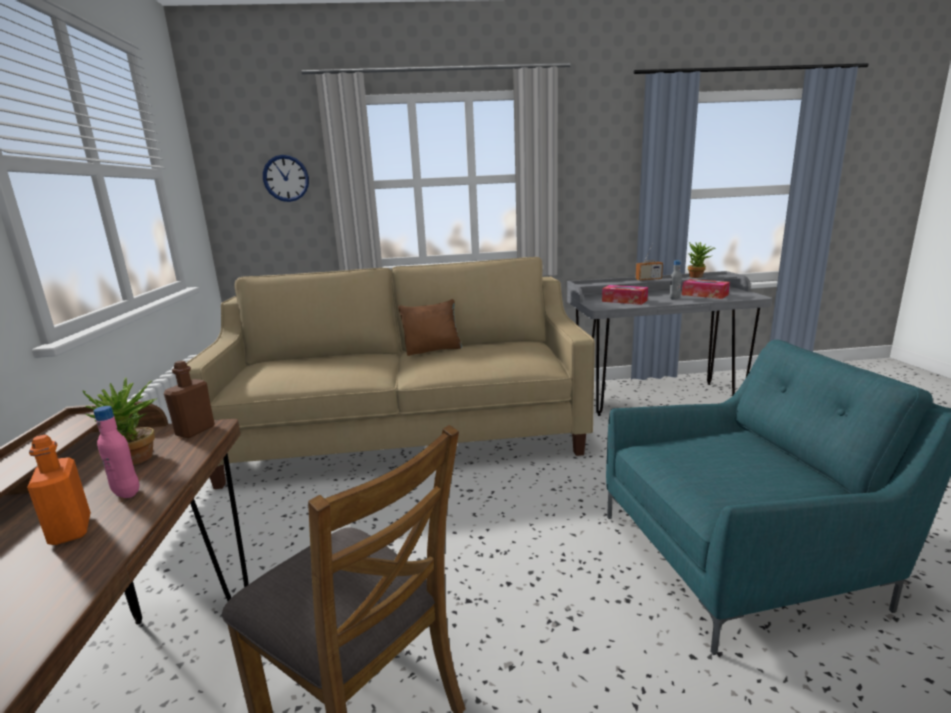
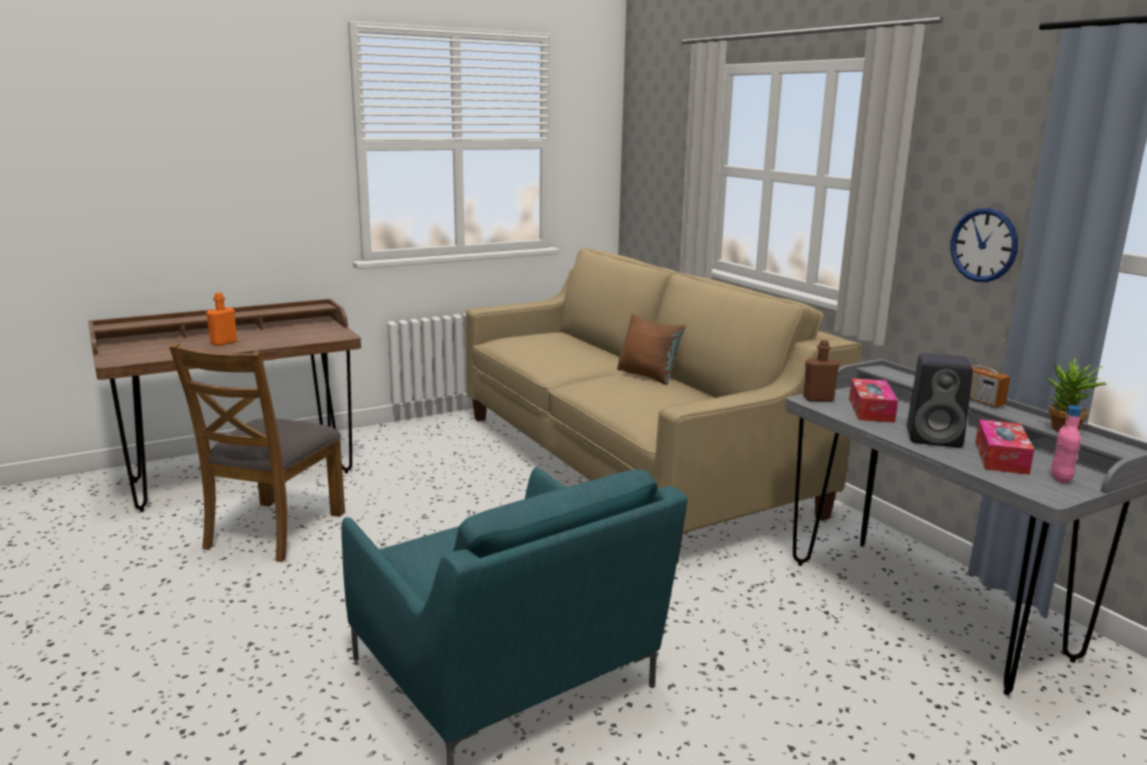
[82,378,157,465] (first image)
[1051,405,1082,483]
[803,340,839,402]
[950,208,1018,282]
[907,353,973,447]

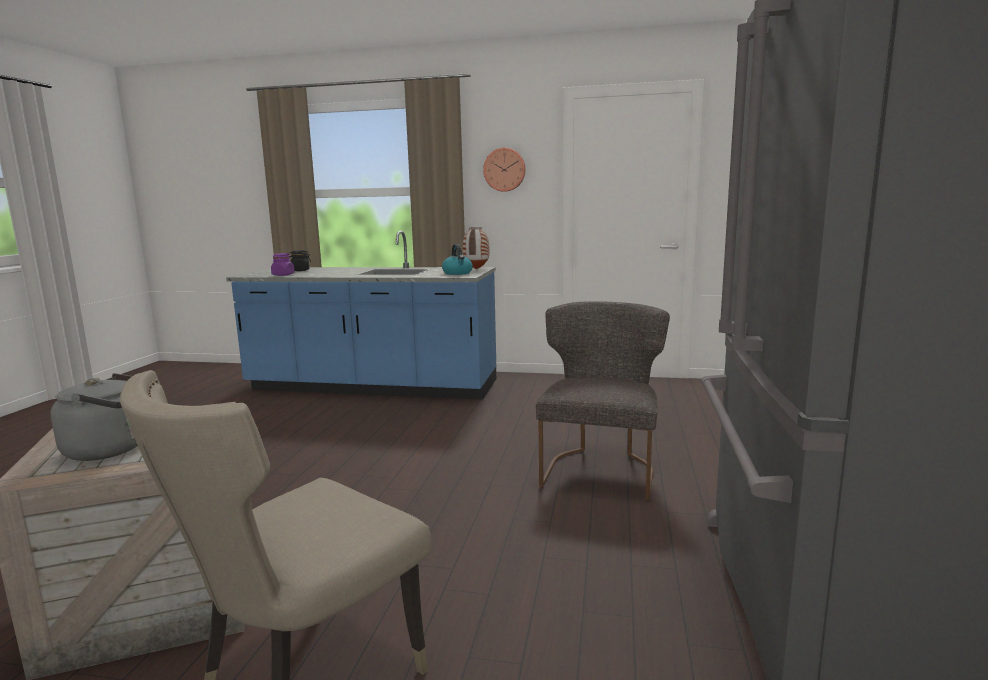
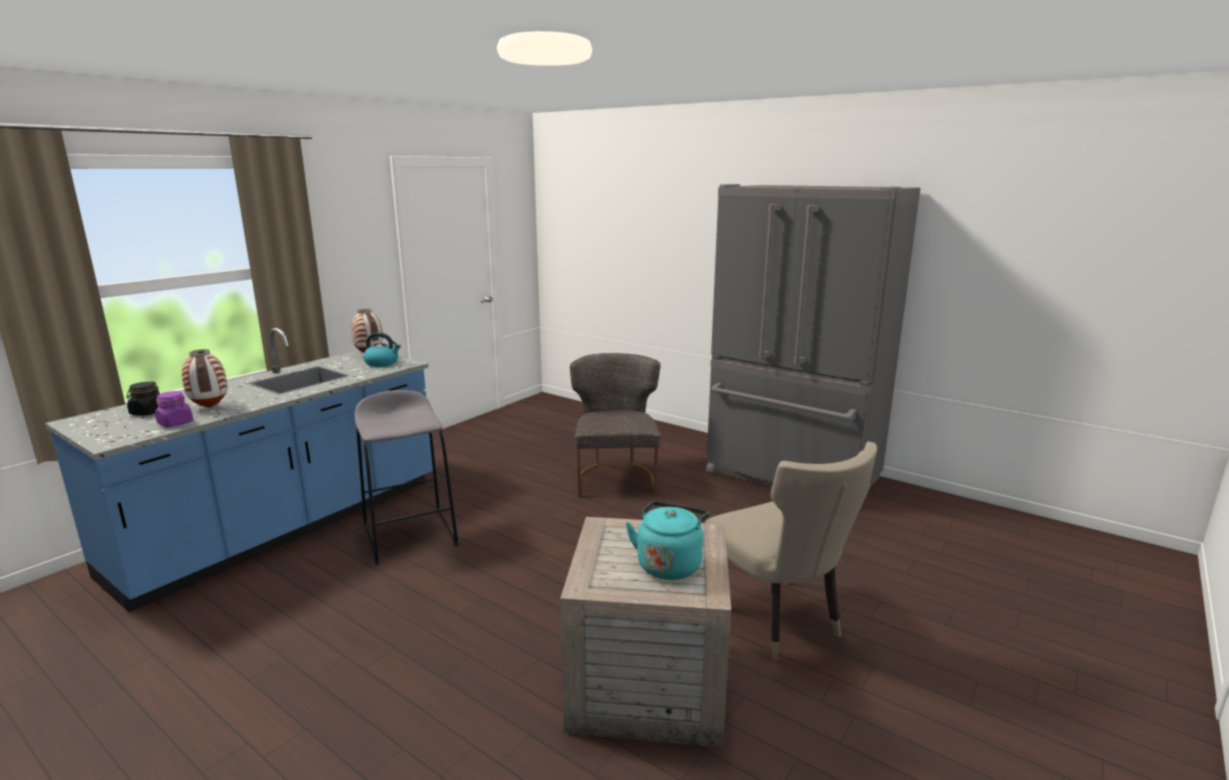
[625,501,709,580]
[483,148,526,192] (first image)
[570,353,661,497]
[182,349,228,408]
[355,390,458,565]

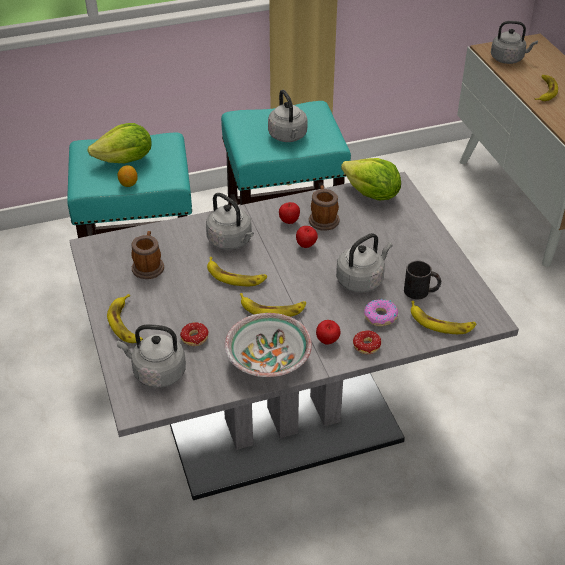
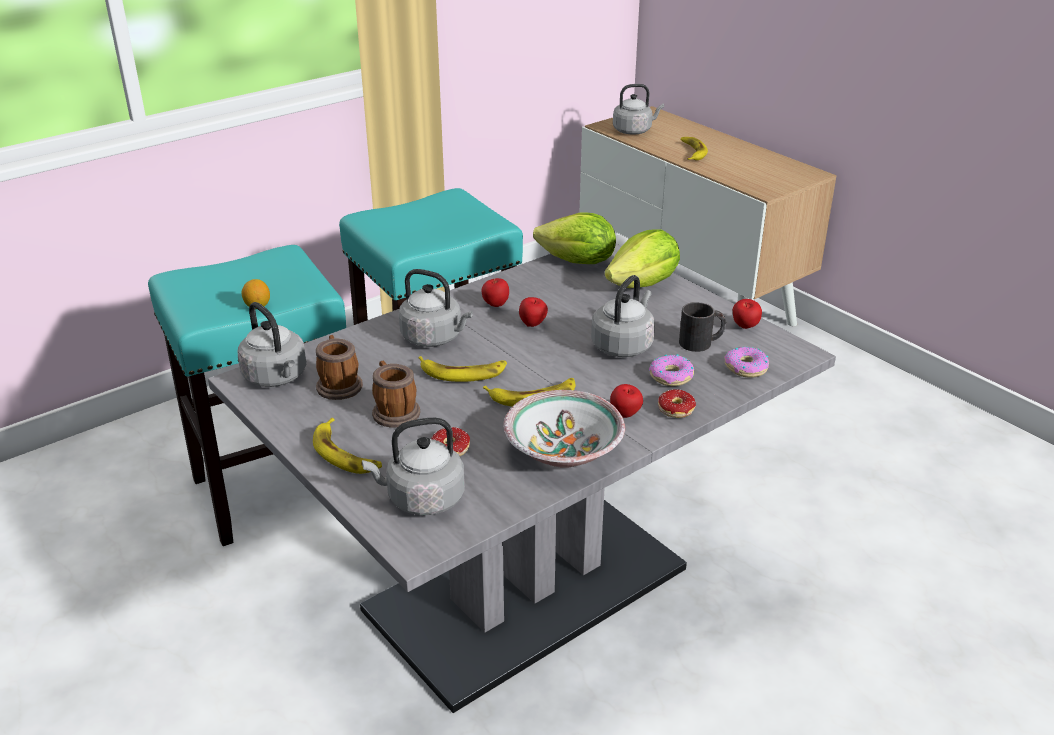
[605,229,680,288]
[238,302,306,387]
[372,361,420,428]
[724,347,769,378]
[733,299,762,329]

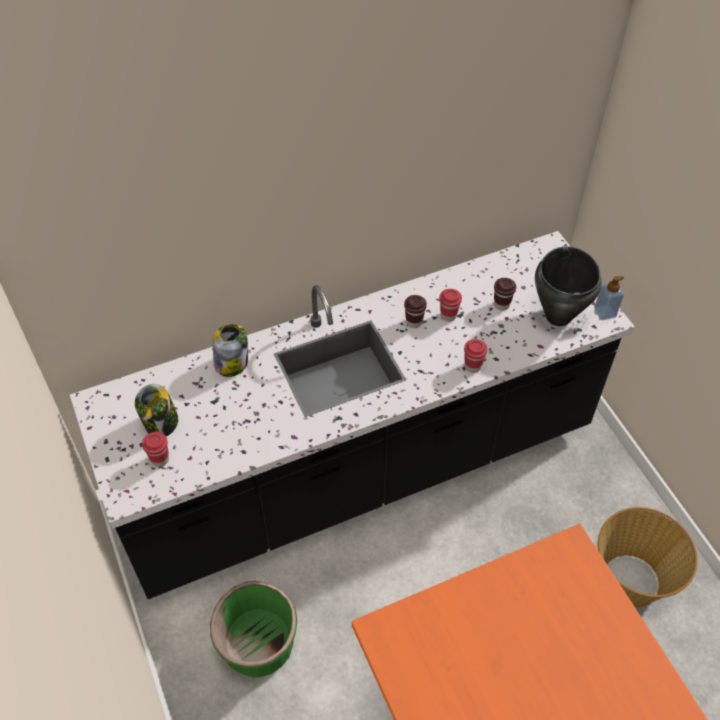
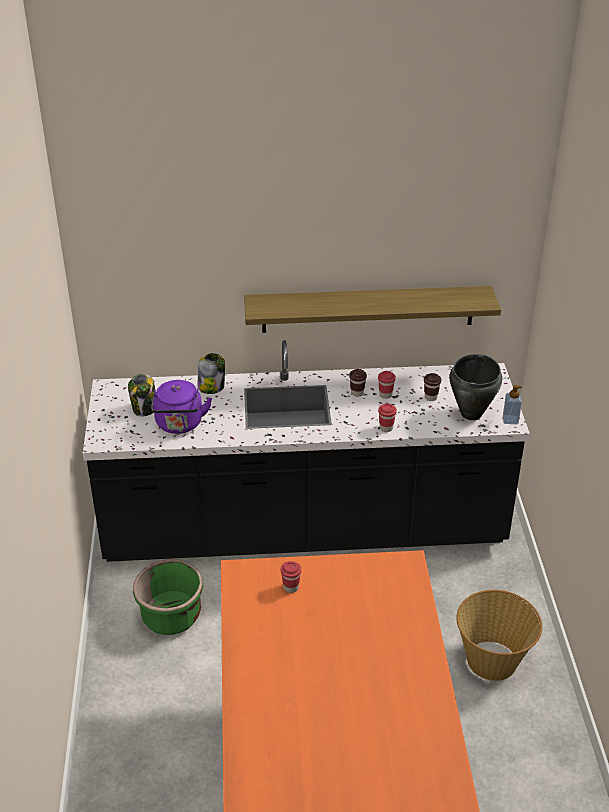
[281,561,301,593]
[151,380,212,434]
[244,286,501,333]

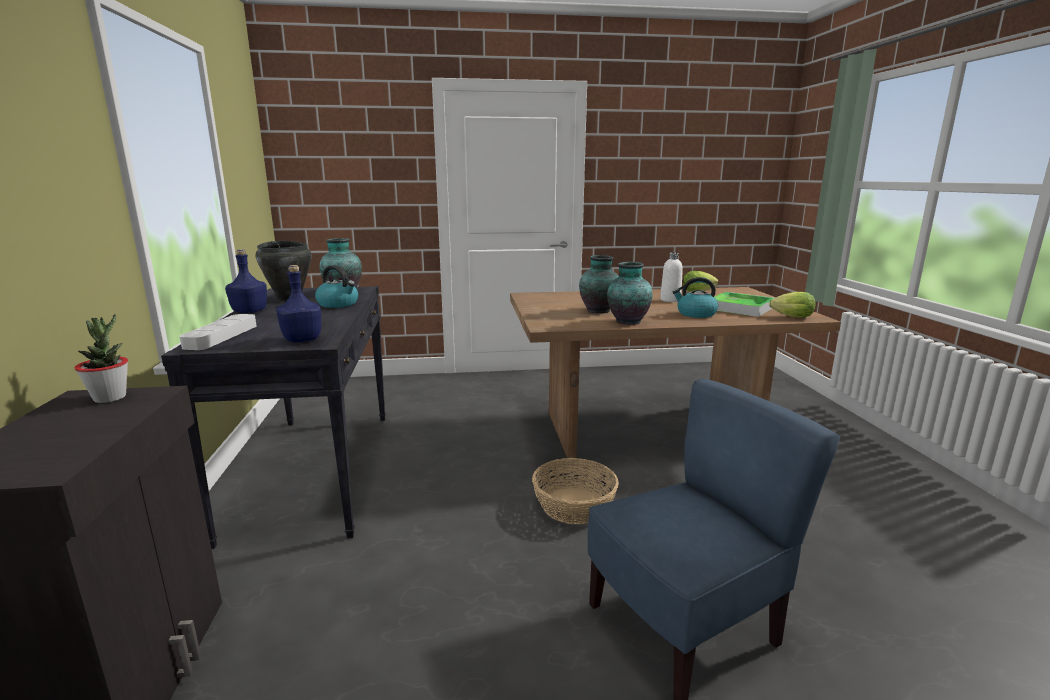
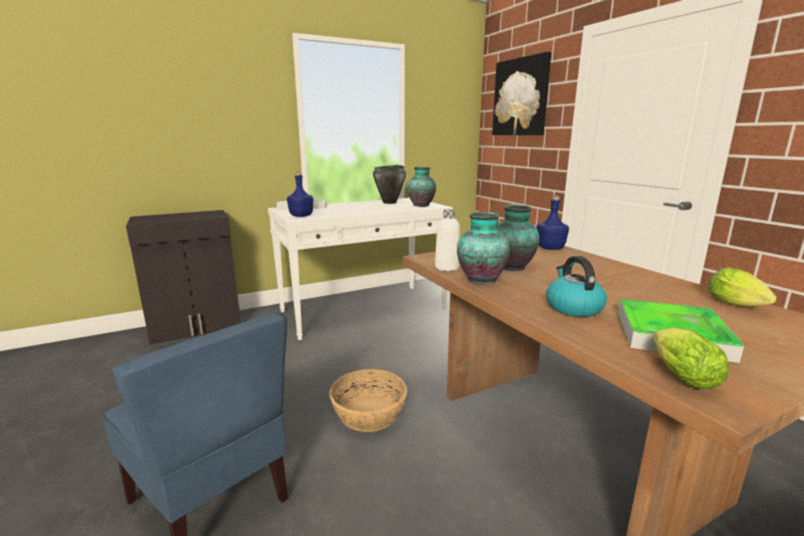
[75,314,128,403] (first image)
[268,198,453,340]
[537,195,569,250]
[315,265,358,308] (first image)
[435,209,460,271]
[492,52,551,135]

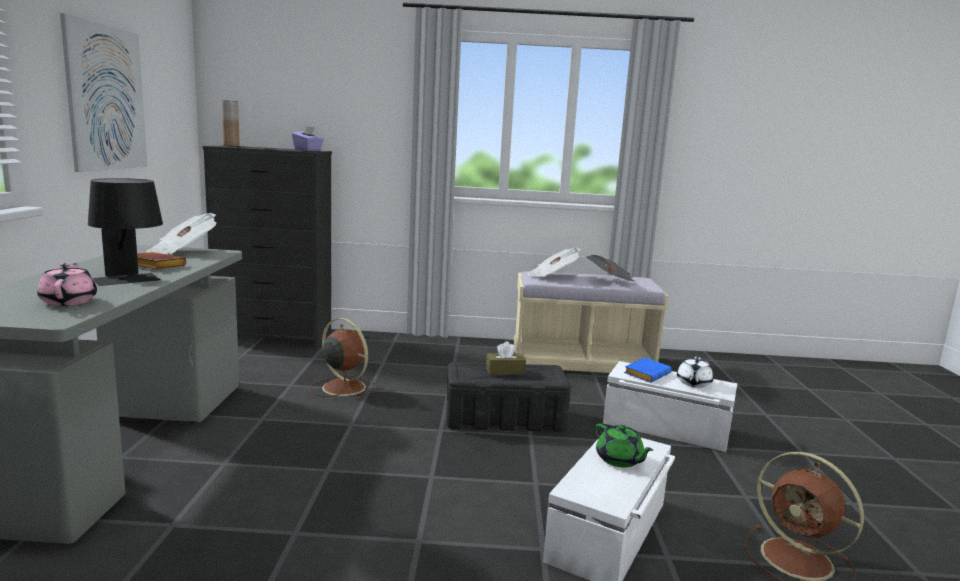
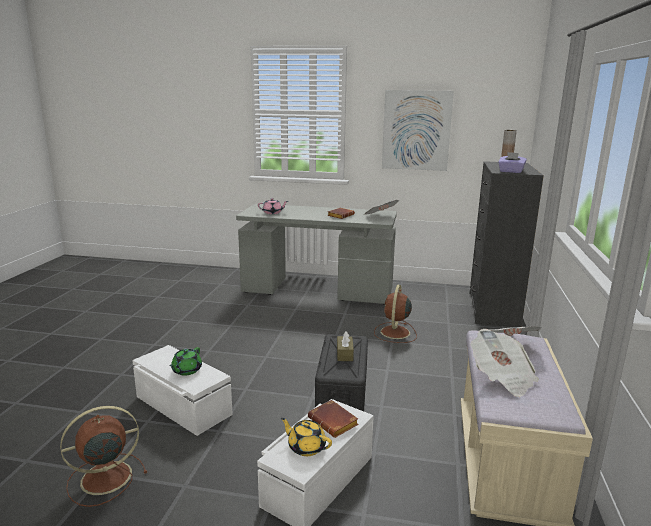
[88,178,163,286] (first image)
[374,284,417,343]
[170,347,202,376]
[308,400,358,438]
[281,418,332,456]

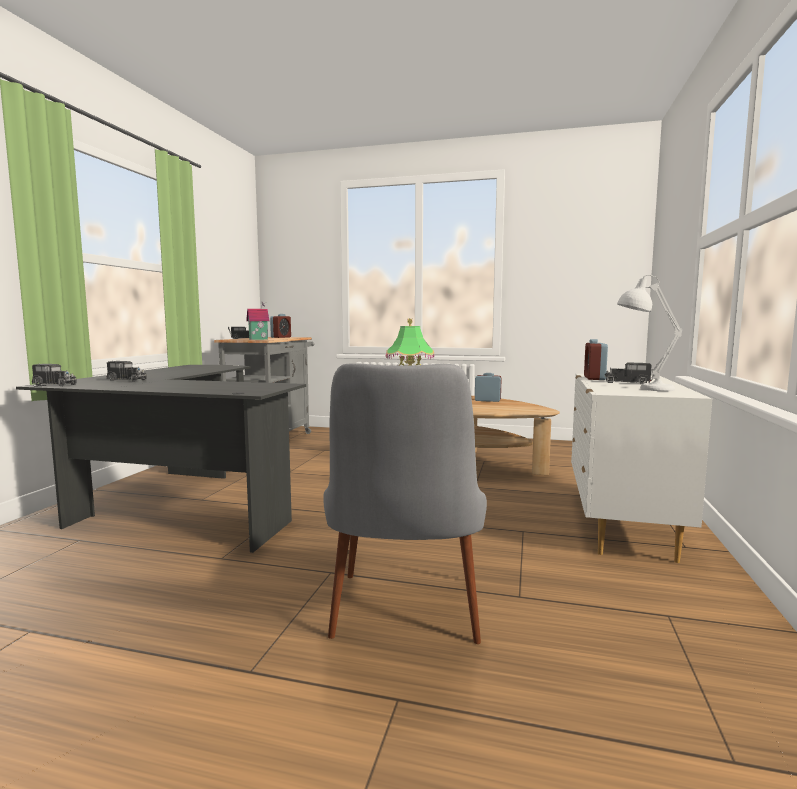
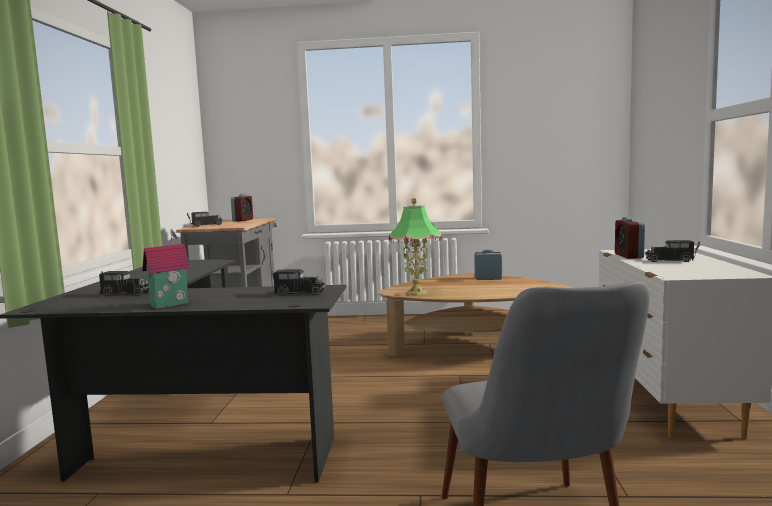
[271,269,325,296]
[142,228,190,309]
[617,275,682,391] (first image)

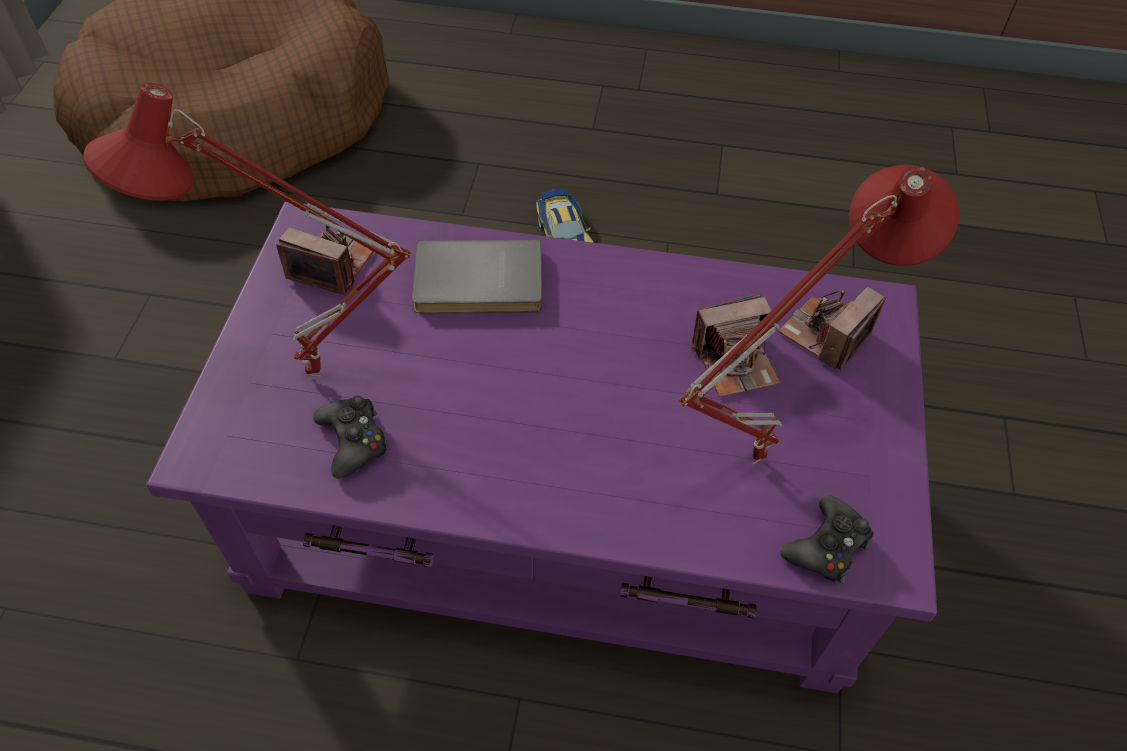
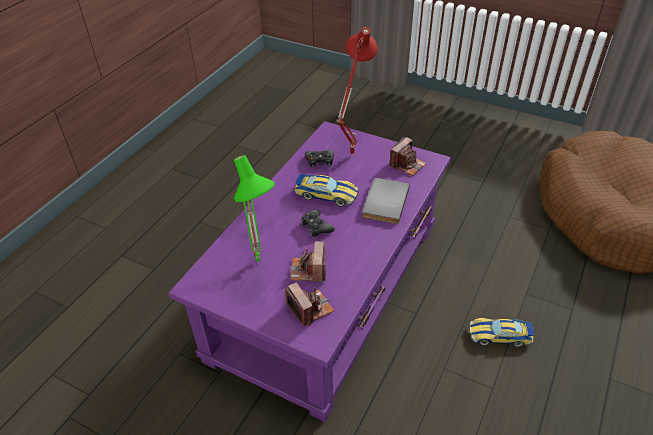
[234,155,275,265]
[301,209,335,237]
[294,174,358,207]

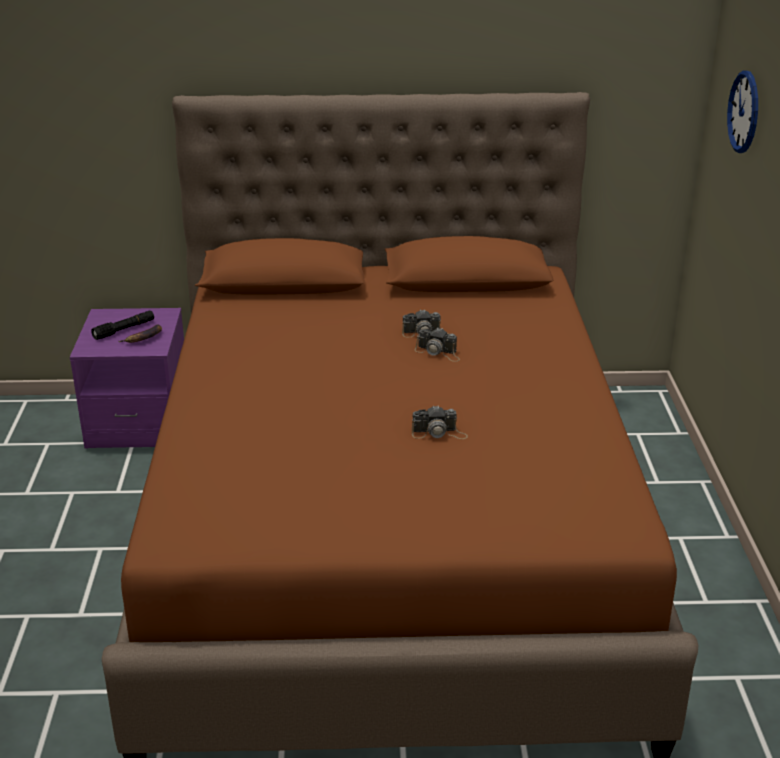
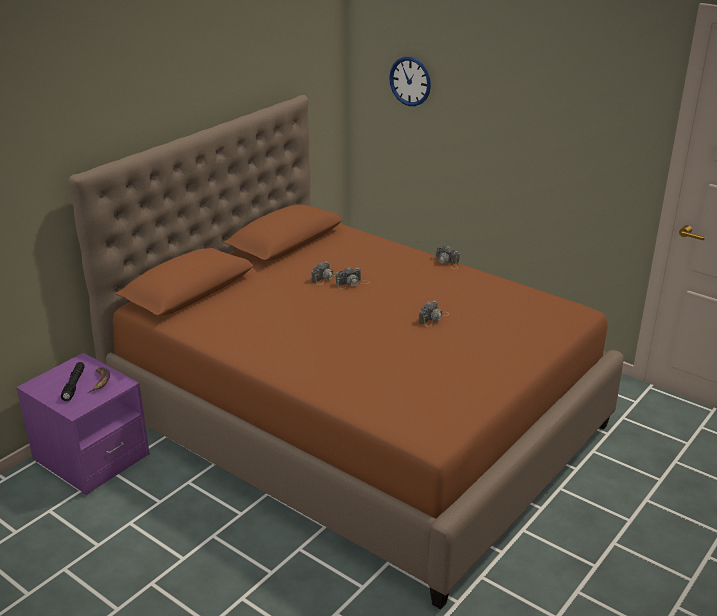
[433,246,460,269]

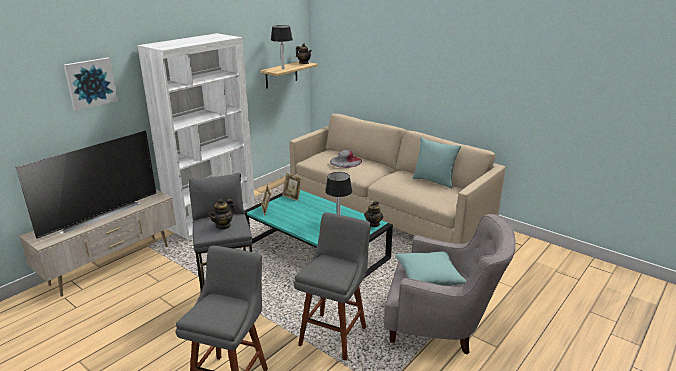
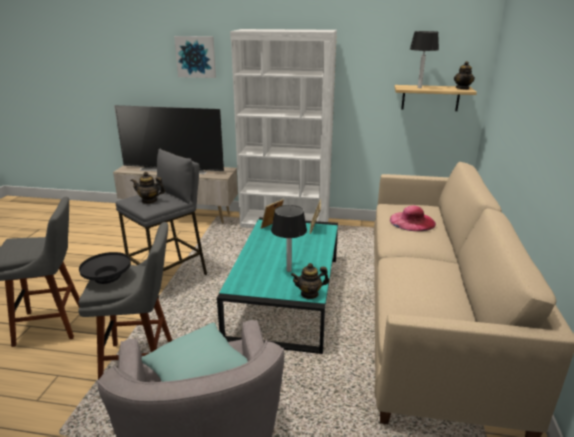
[390,205,436,231]
[412,137,462,189] (first image)
[79,252,131,284]

